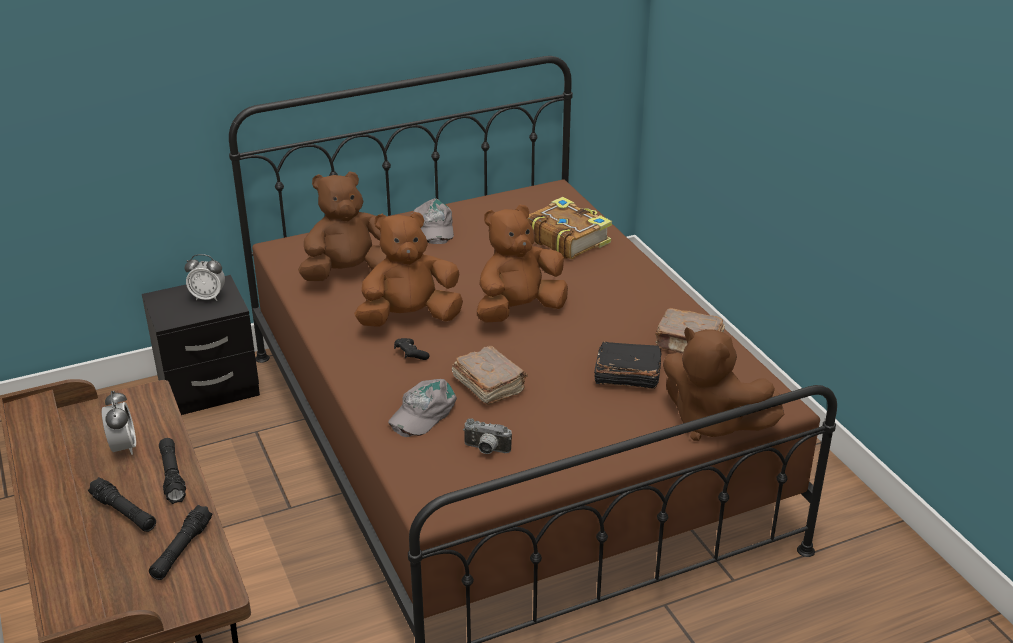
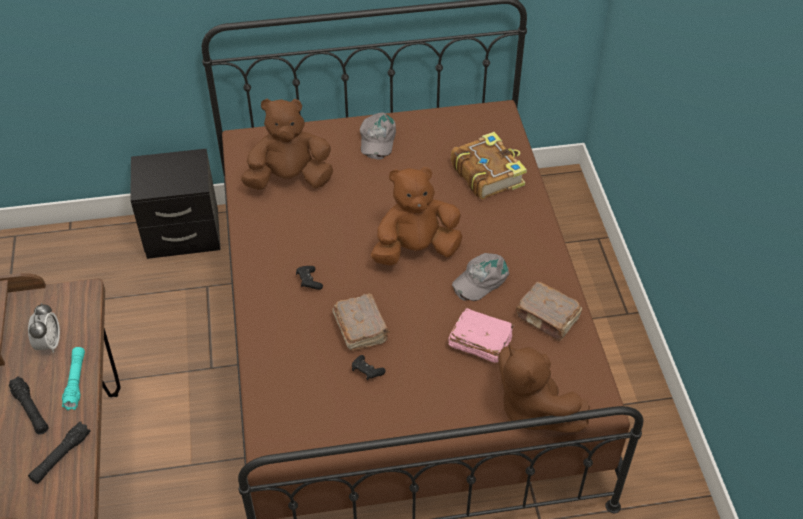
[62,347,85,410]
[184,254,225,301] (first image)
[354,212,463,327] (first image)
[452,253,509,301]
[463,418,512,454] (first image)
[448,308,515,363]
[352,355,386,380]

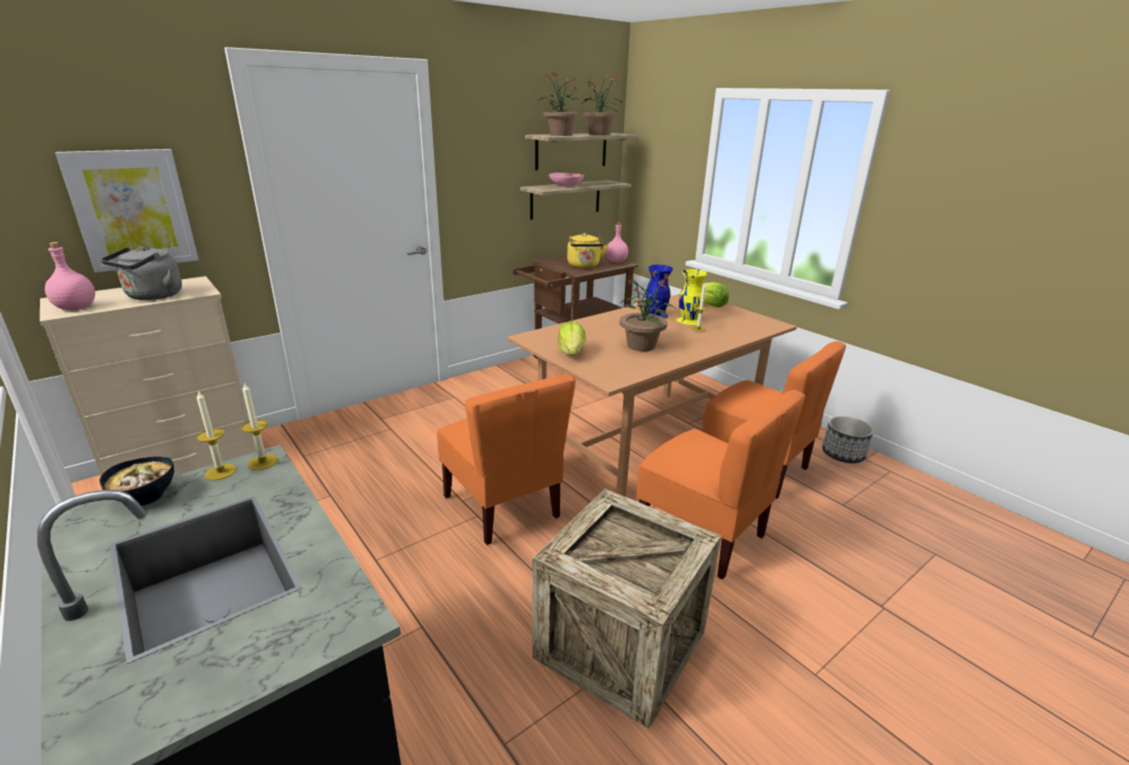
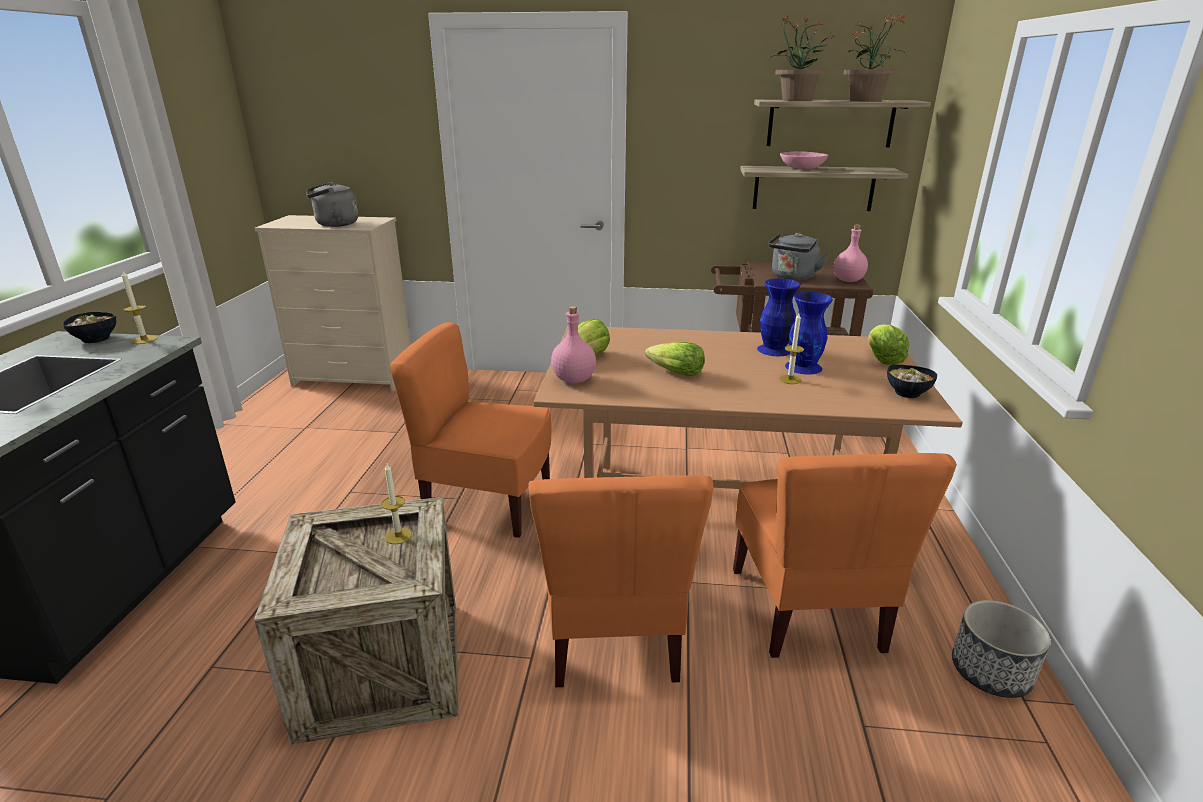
[551,306,596,384]
[55,149,199,273] (first image)
[381,464,412,544]
[390,322,551,538]
[768,233,829,280]
[645,342,705,376]
[785,292,833,375]
[887,365,937,398]

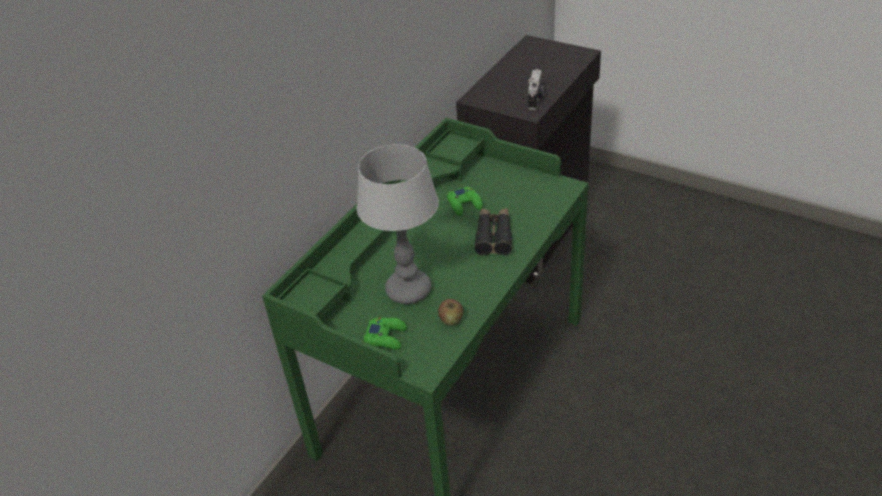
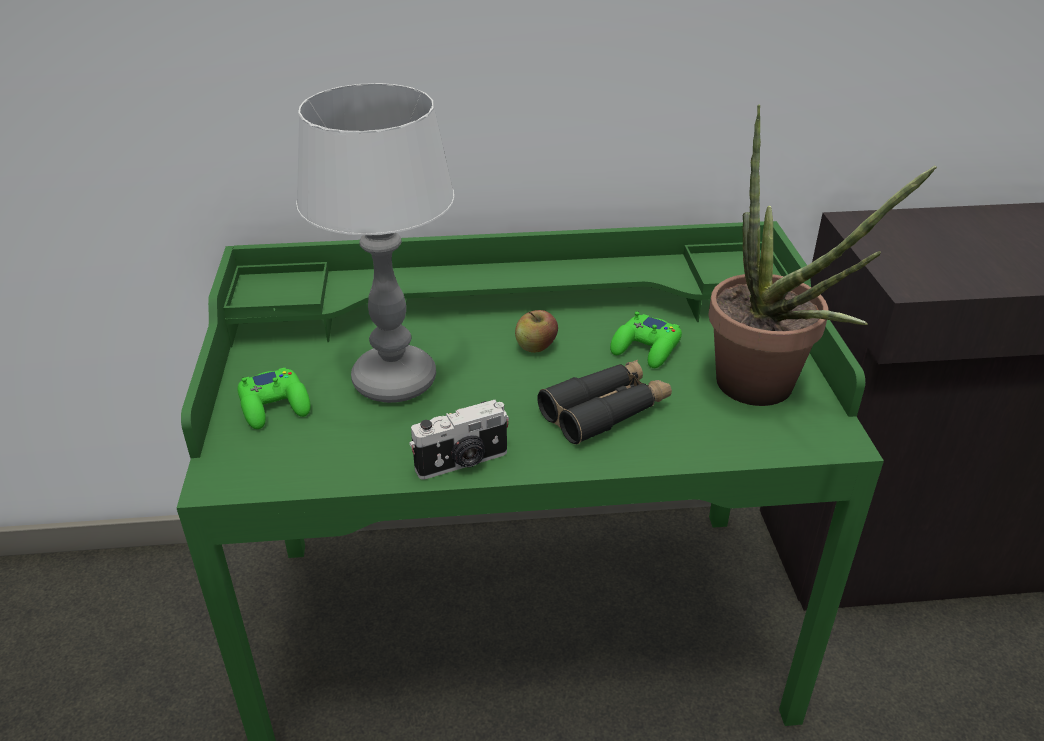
[515,310,558,353]
[409,400,509,480]
[708,104,937,406]

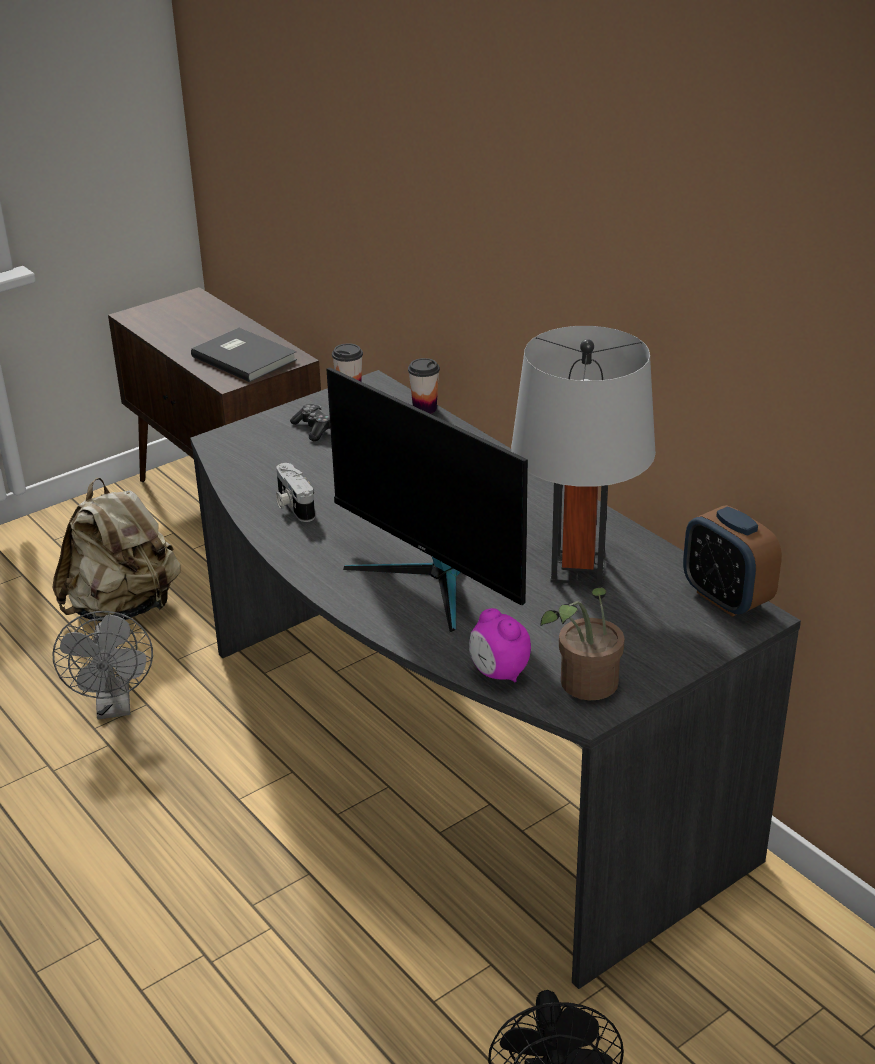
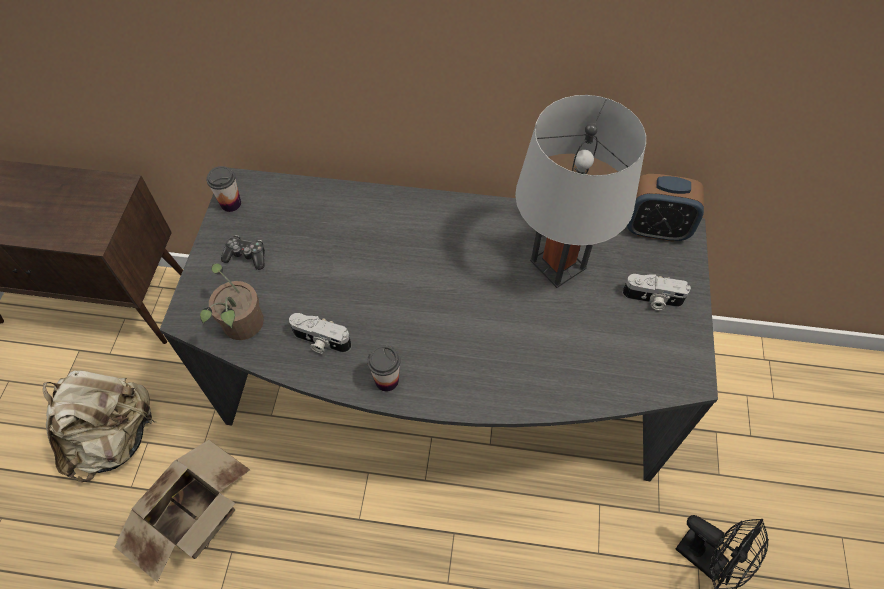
[114,440,250,582]
[191,328,297,382] (first image)
[326,367,528,632] (first image)
[367,345,401,392]
[469,608,531,682] (first image)
[200,263,264,340]
[622,274,691,310]

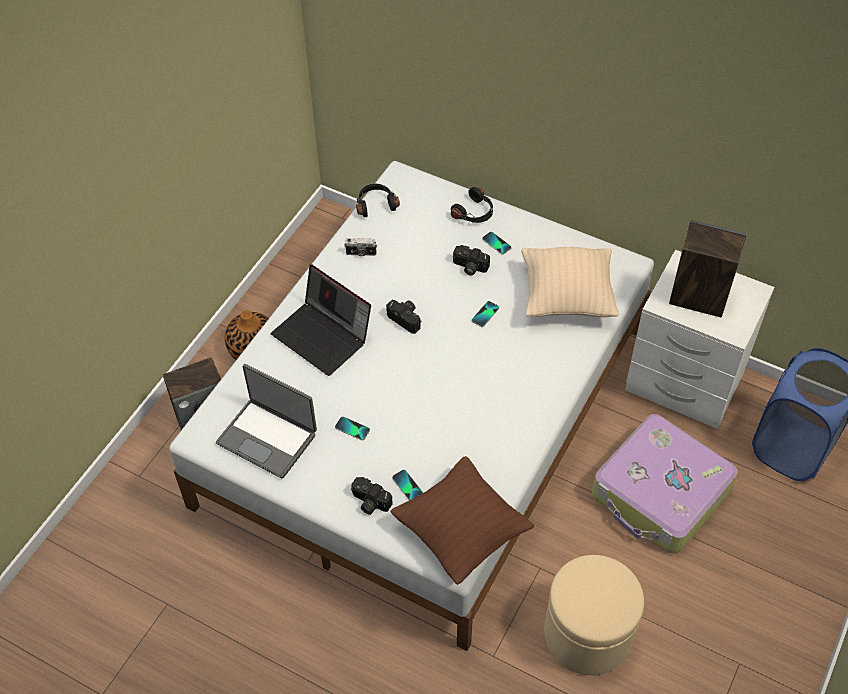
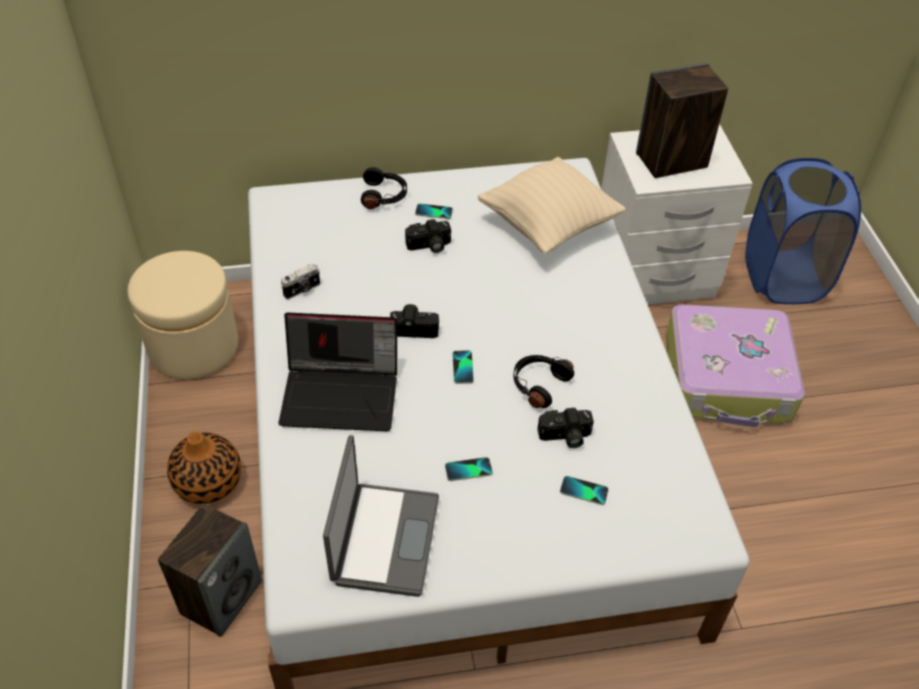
[323,435,439,597]
[538,408,594,448]
[514,355,574,408]
[390,456,534,585] (first image)
[453,350,474,384]
[127,251,238,380]

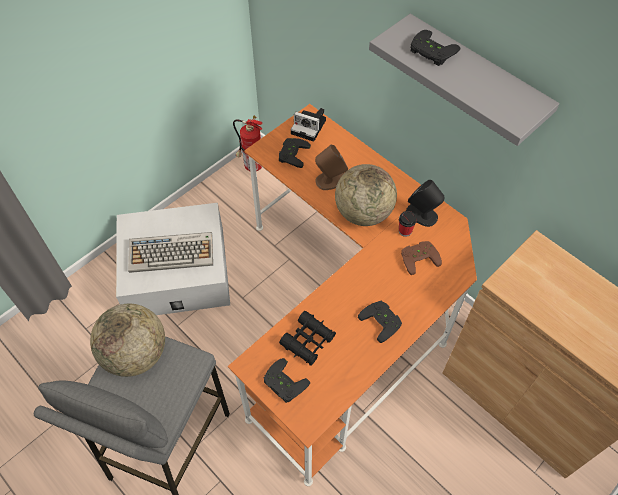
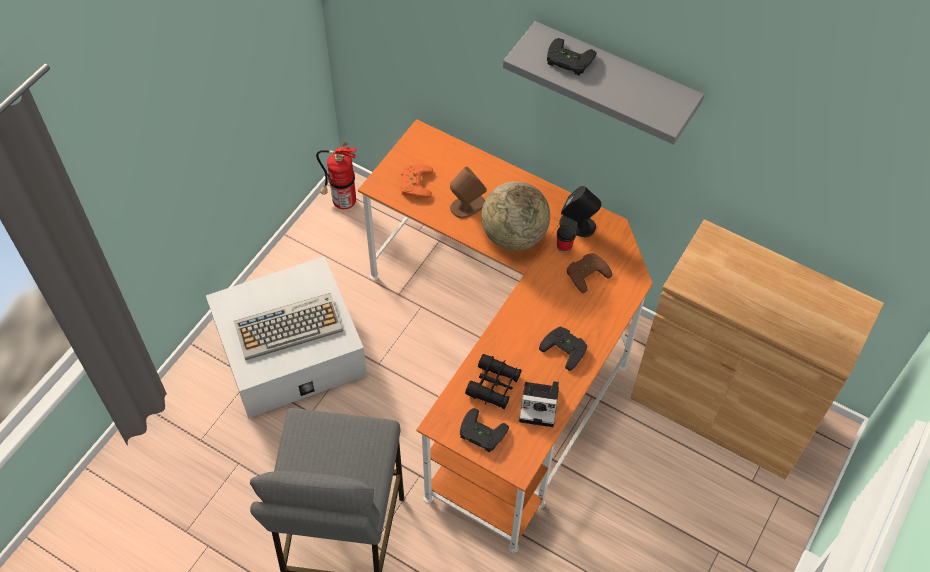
[90,304,165,377] (first image)
[401,164,433,198]
[519,381,559,427]

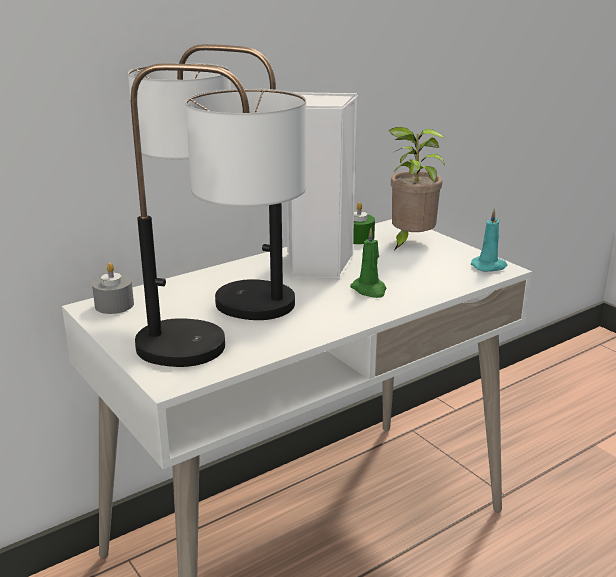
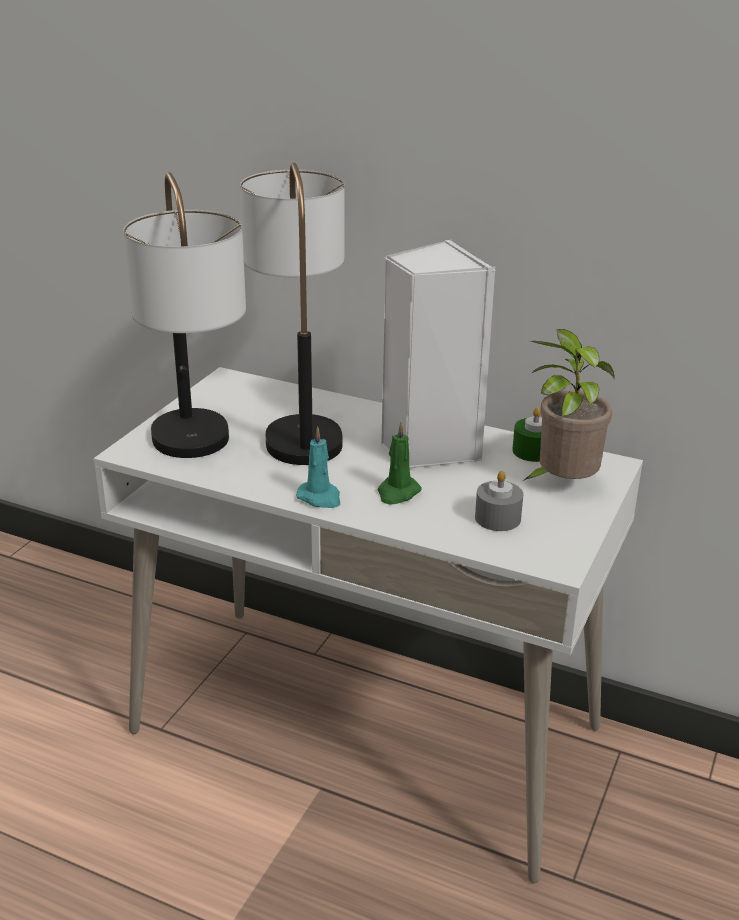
[475,471,523,531]
[296,427,340,508]

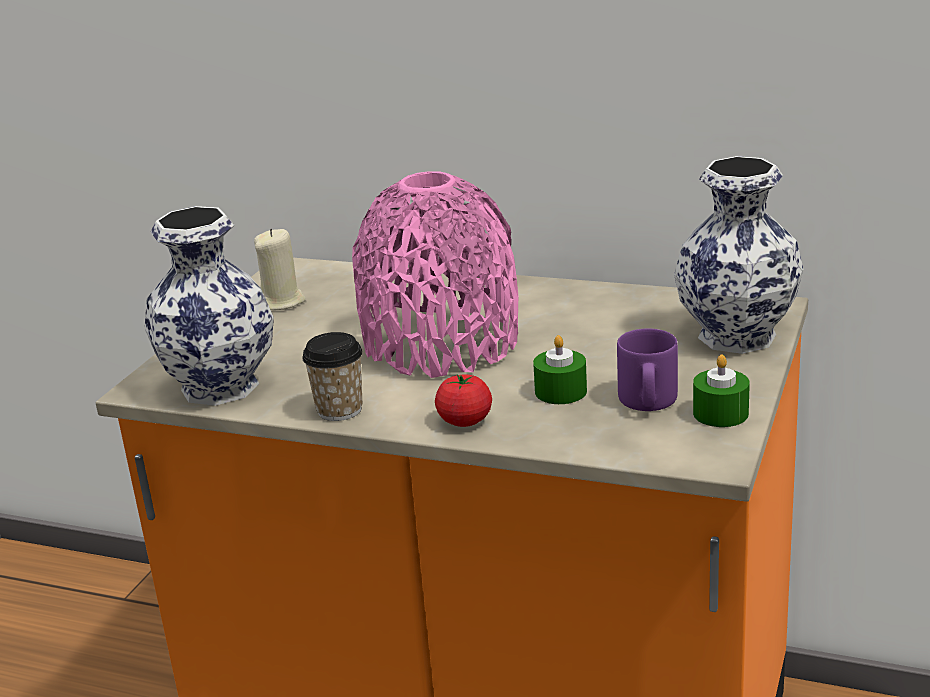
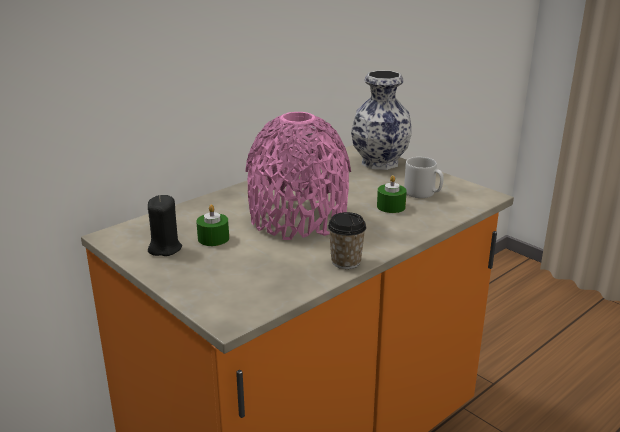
[144,206,274,406] (first image)
[148,195,182,256]
[435,375,492,427] (first image)
[404,157,443,198]
[196,204,229,246]

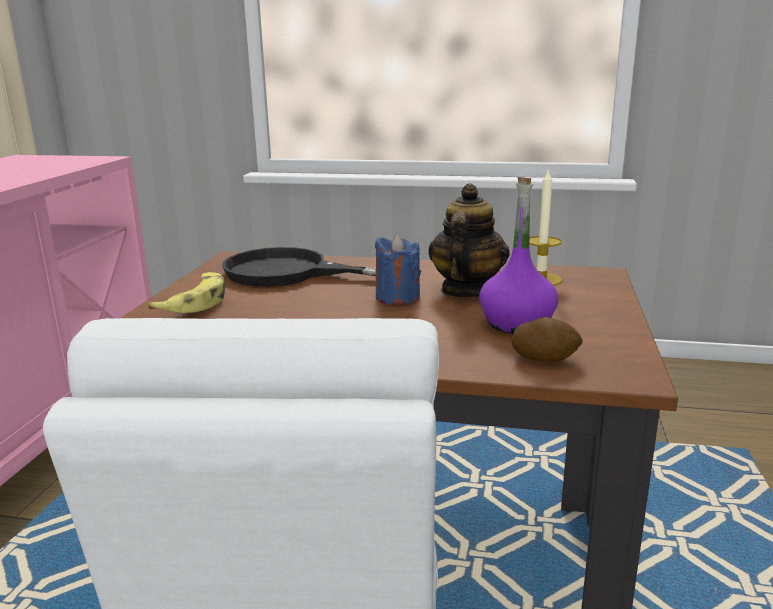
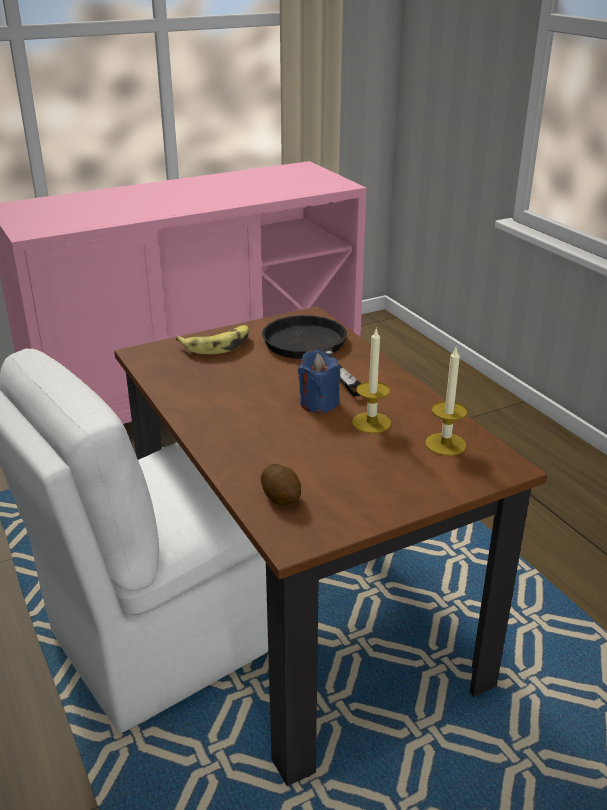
[352,328,391,433]
[479,177,558,334] (first image)

